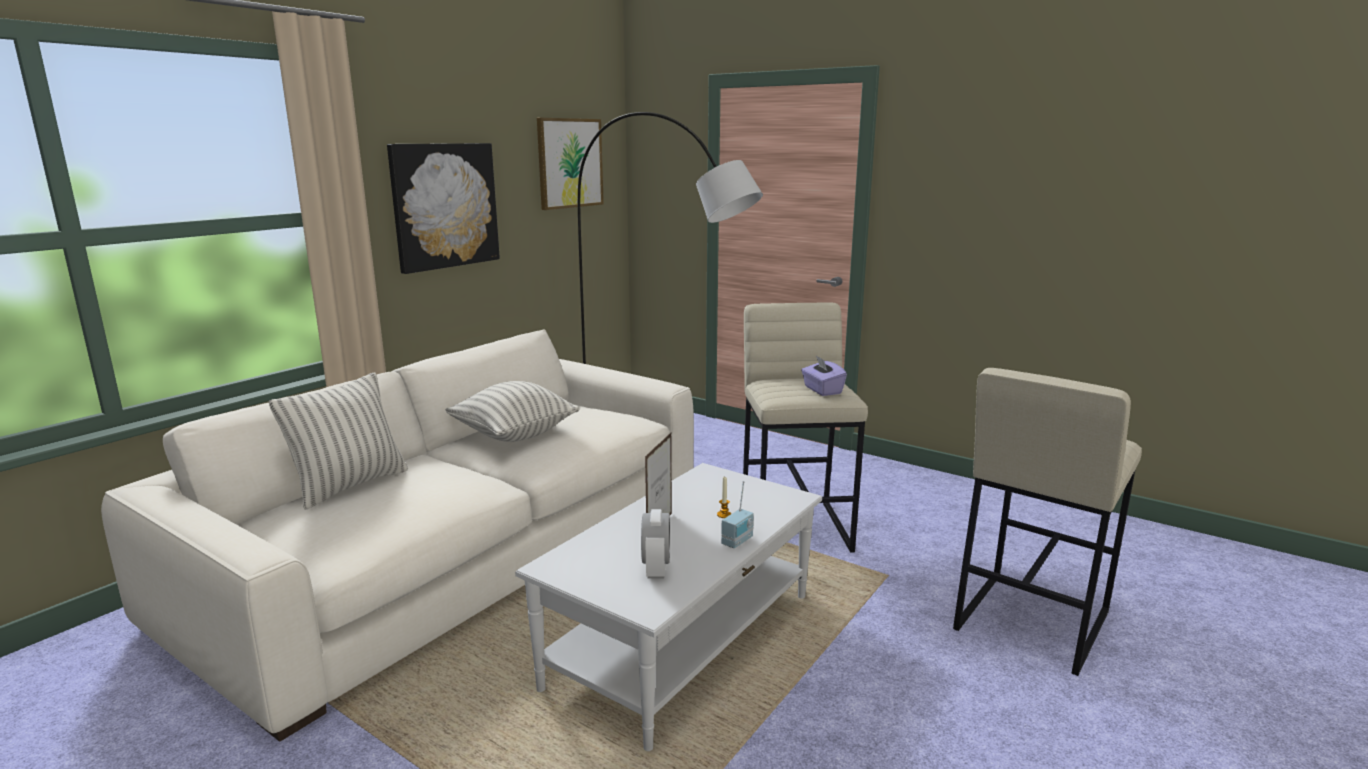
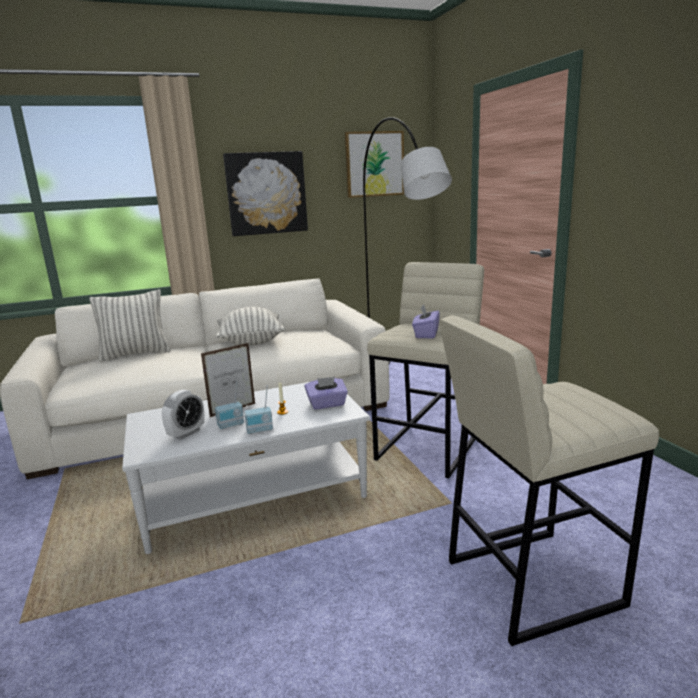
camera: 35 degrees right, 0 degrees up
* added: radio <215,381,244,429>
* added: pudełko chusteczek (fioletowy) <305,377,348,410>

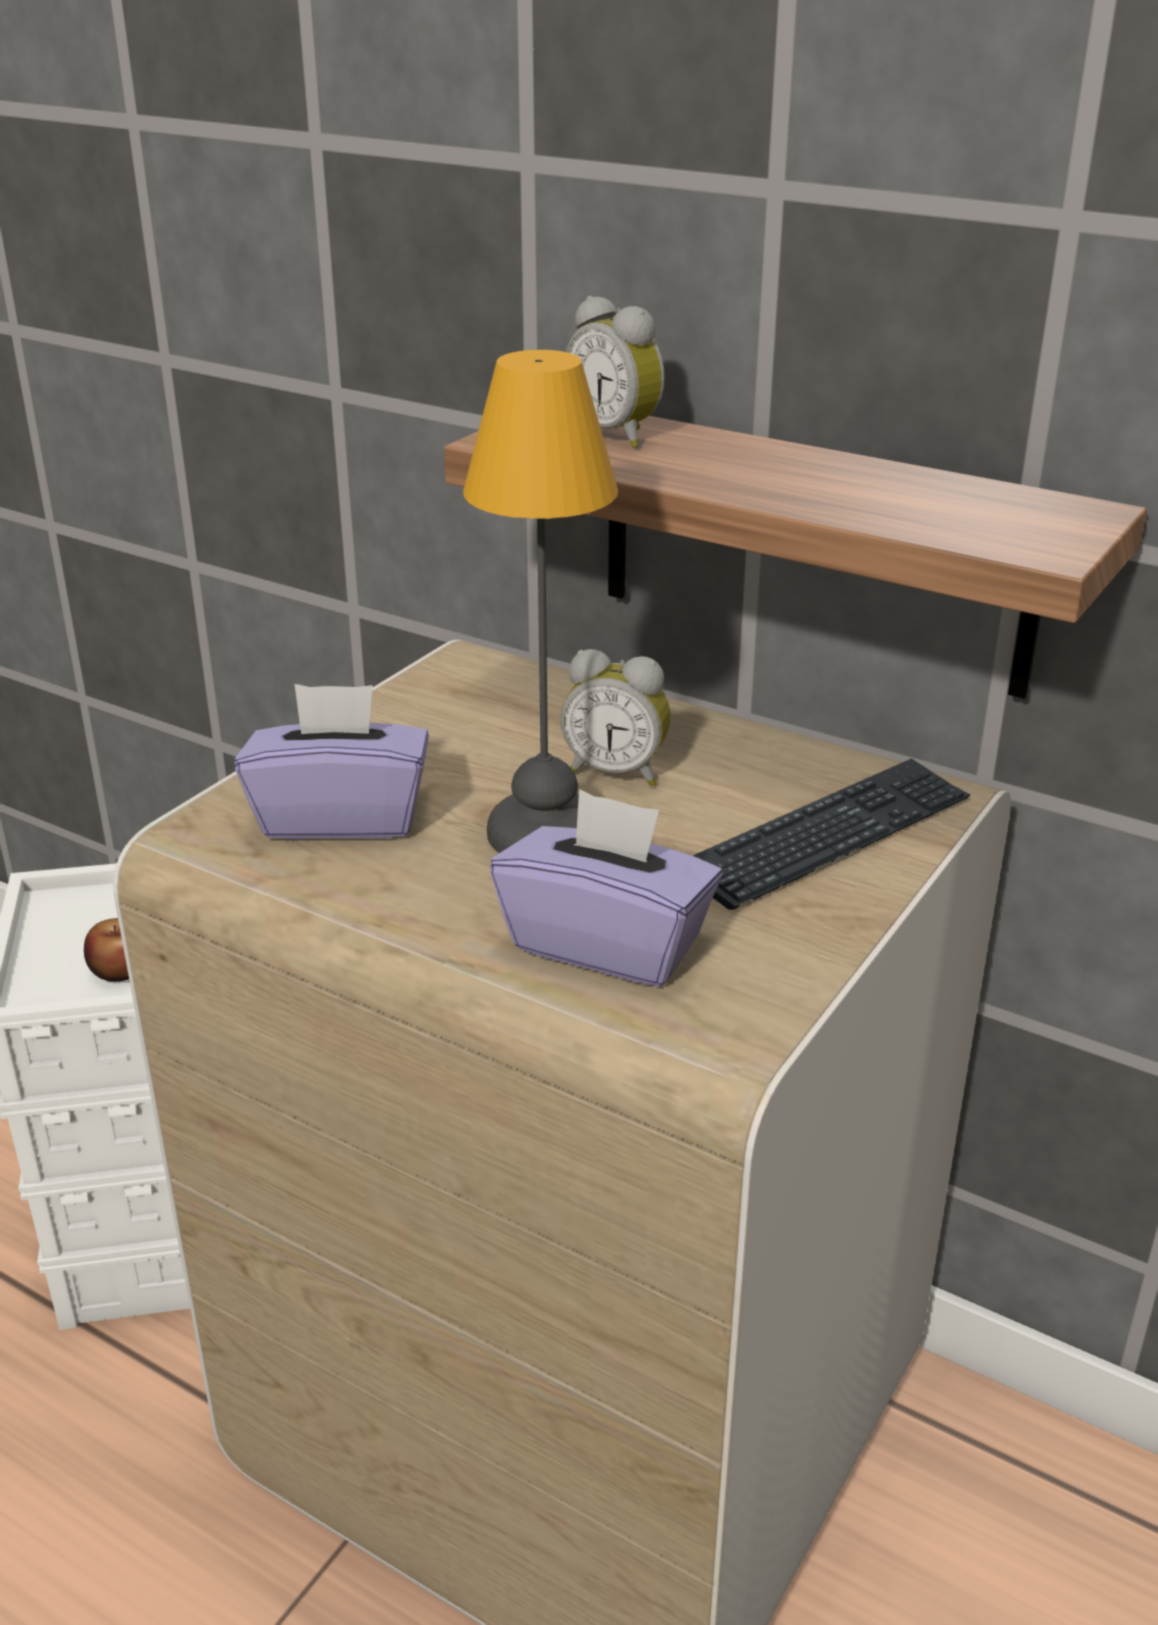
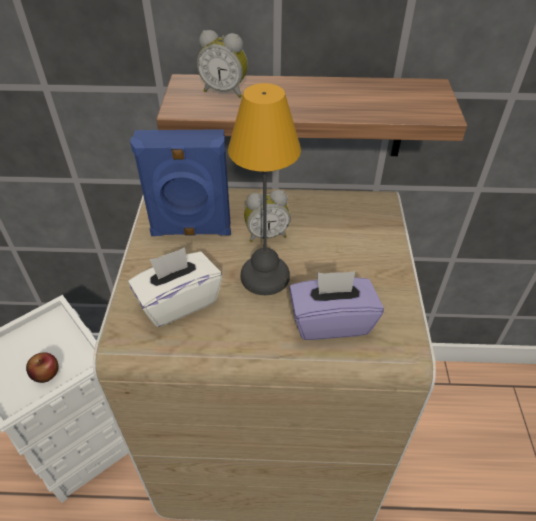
camera: 30 degrees left, 15 degrees up
* removed: klawiatura <693,758,970,910>
* added: głośnik (niebieski) <130,129,231,236>
* recoloured: pudełko chusteczek (fioletowy) <235,684,429,839> to pudełko chusteczek (biały) <128,247,222,327>

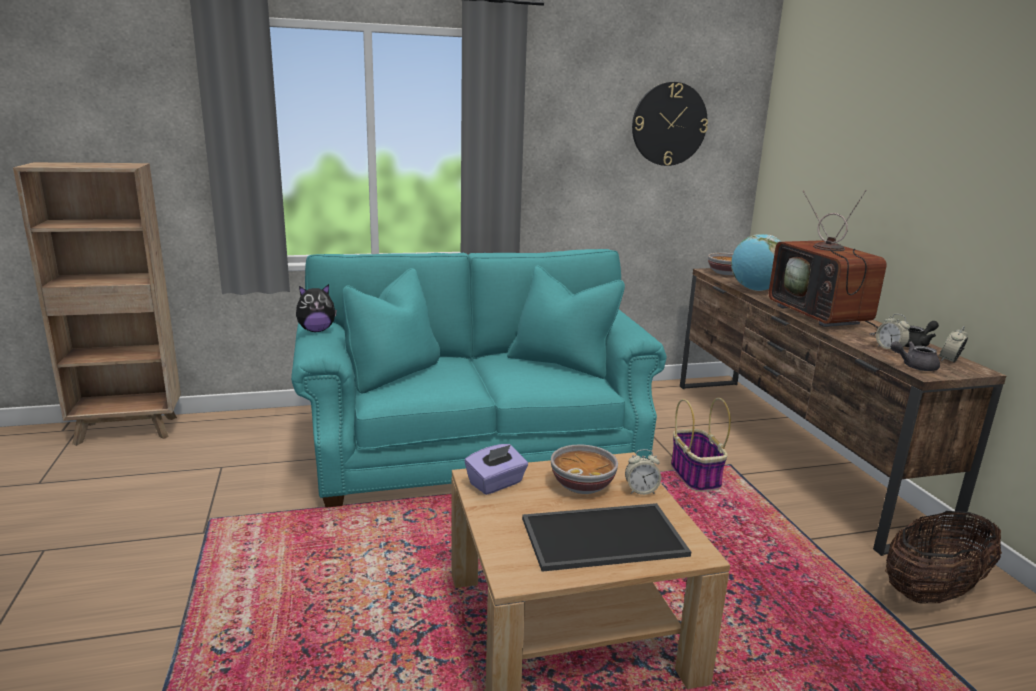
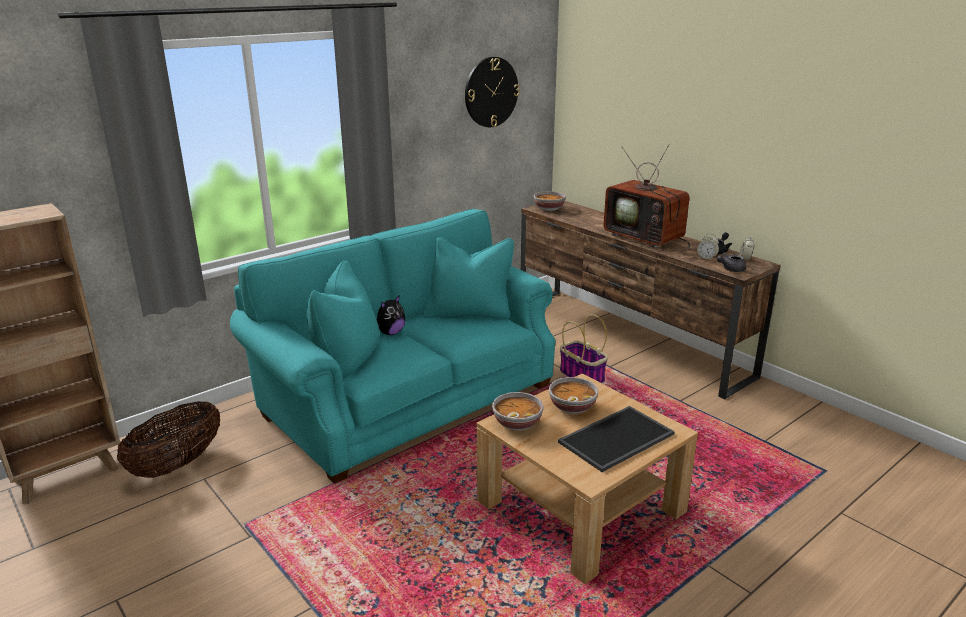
camera: 25 degrees left, 5 degrees up
* removed: budzik <625,449,661,495>
* removed: globus <731,234,781,291>
* moved: pluszak <296,284,337,332> to <376,296,406,335>
* moved: koszyk <885,511,1002,603> to <117,401,220,478>
* replaced: pudełko chusteczek (fioletowy) <465,444,528,495> to miska <492,392,543,431>

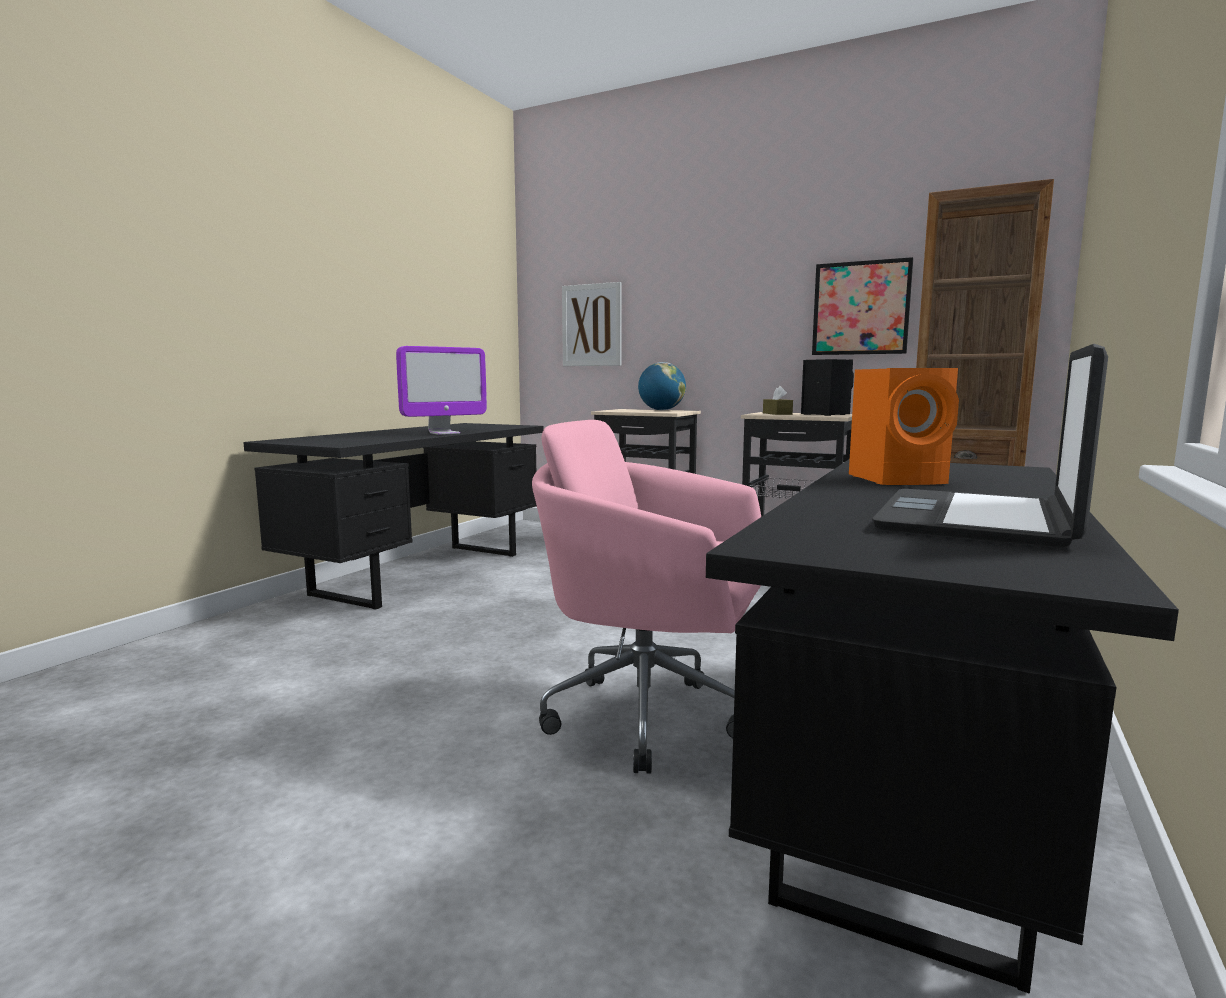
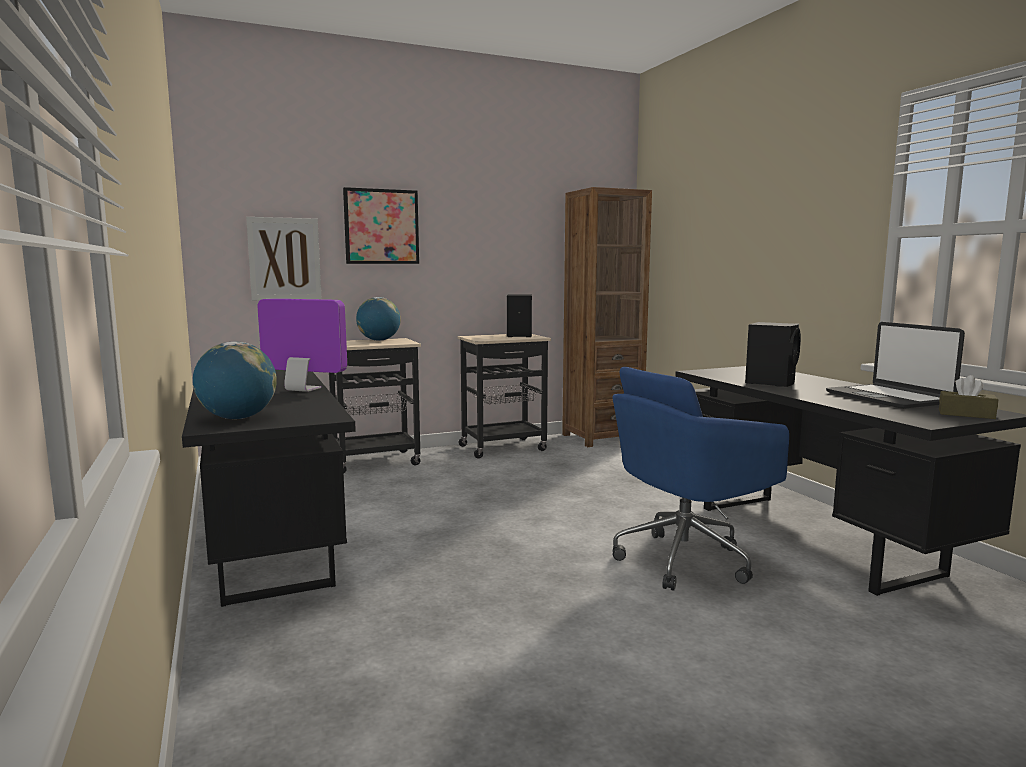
camera: 50 degrees left, 0 degrees up
* added: globus <193,342,277,419>
* moved: pudełko chusteczek (brązowy) <763,386,793,415> to <939,375,998,419>
* moved: obraz <812,257,913,355> to <343,187,419,264>
* recoloured: krzesło biurowe (różowy) <532,420,761,774> to krzesło biurowe (niebieski) <613,367,789,591>
* recoloured: głośnik (pomarańczowy) <849,368,959,485> to głośnik (czarny) <745,322,801,387>
* turned: monitor <396,346,487,435> = <258,299,347,392> 75 degrees counterclockwise

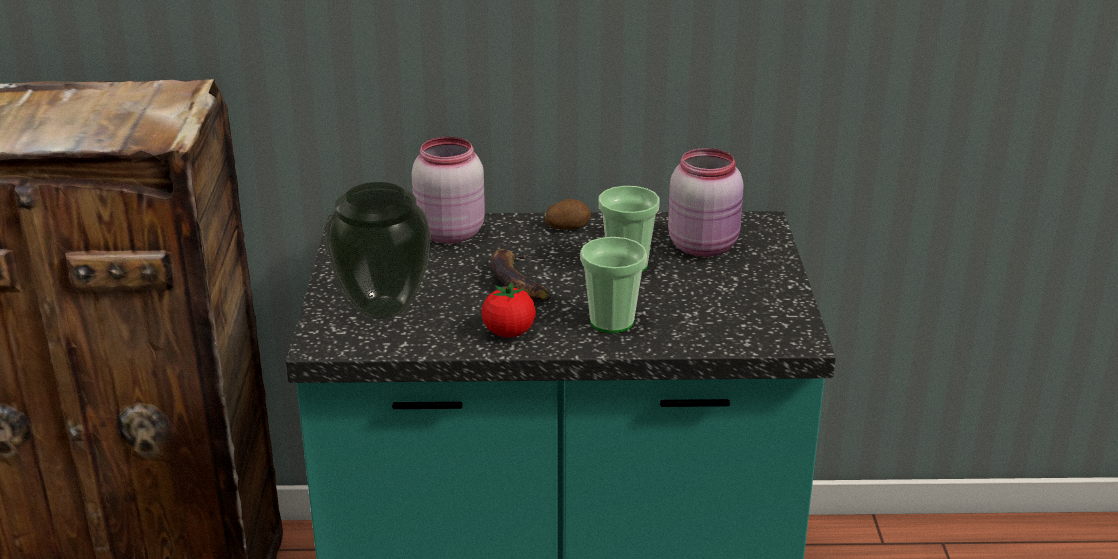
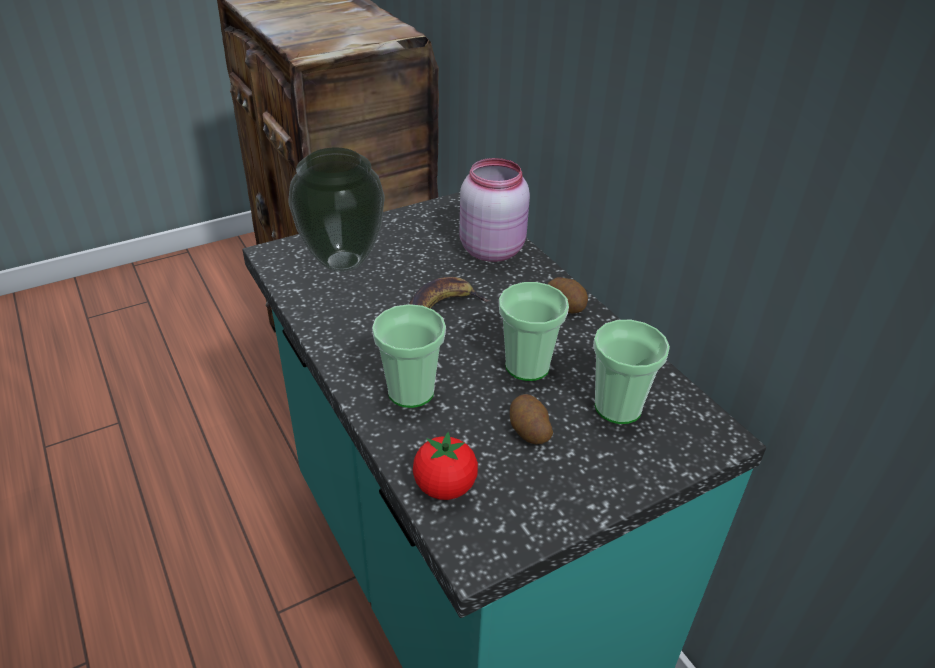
camera: 60 degrees right, 10 degrees up
* added: ziemniak <510,394,553,444>
* moved: pomidor <482,282,536,337> to <413,432,478,500>
* replaced: słoik (różowy) <668,148,744,257> to filiżanka <593,320,670,424>

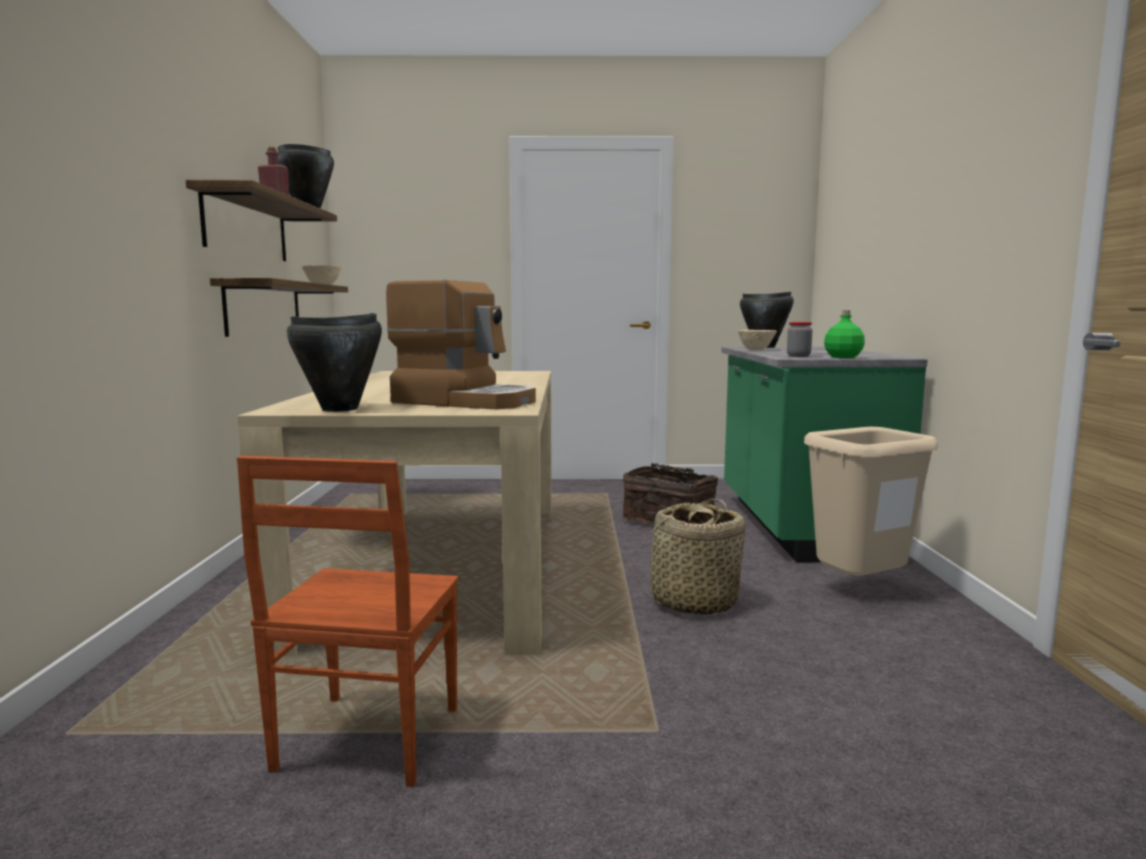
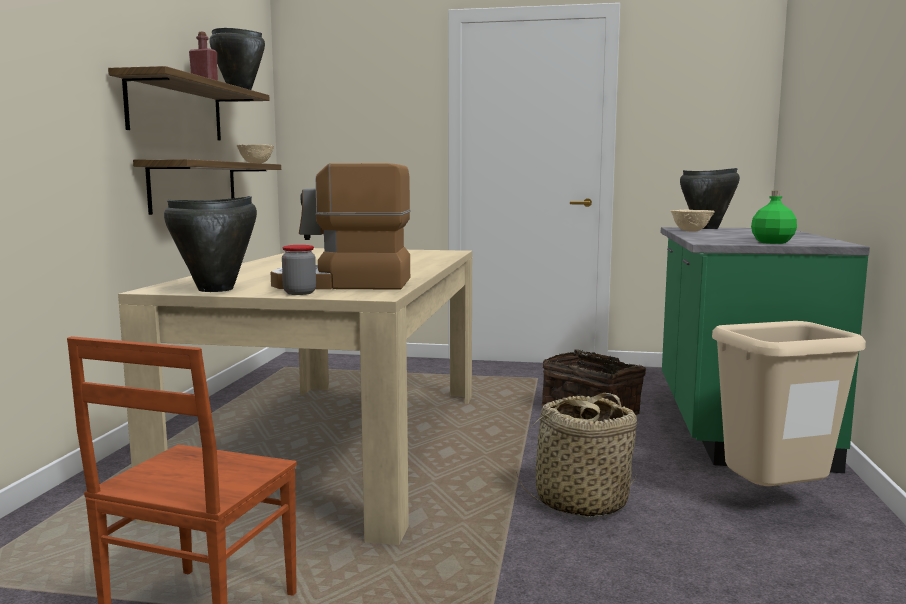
camera: 10 degrees right, 0 degrees up
* moved: słoik <787,322,813,357> to <282,245,316,295>
* turned: ekspres do kawy <386,280,536,410> = <270,163,411,290> 150 degrees clockwise

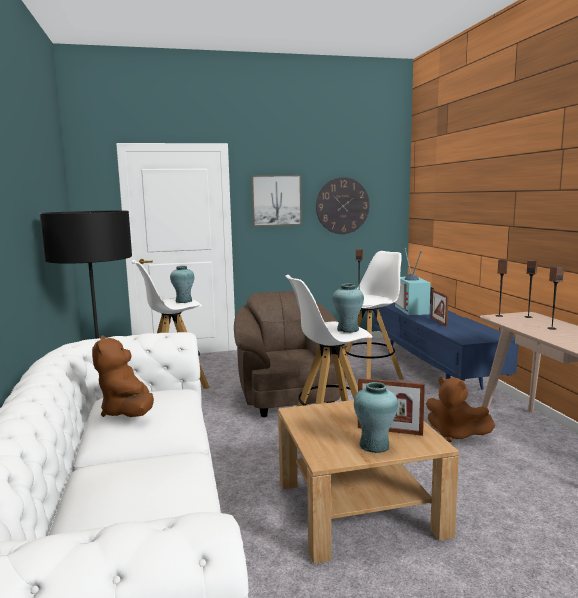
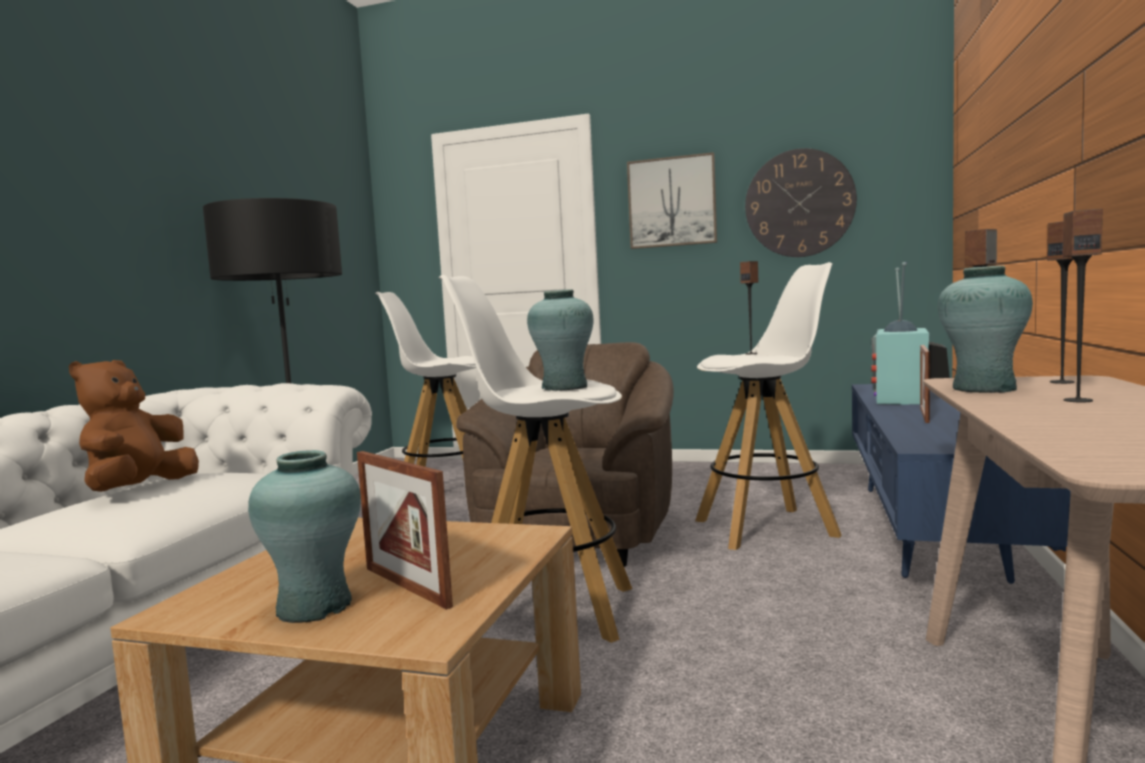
camera: 30 degrees right, 5 degrees down
* removed: pluszak (brązowy) <426,377,496,442>
* moved: wazon (turkusowy) <170,266,194,303> to <938,266,1033,393>

